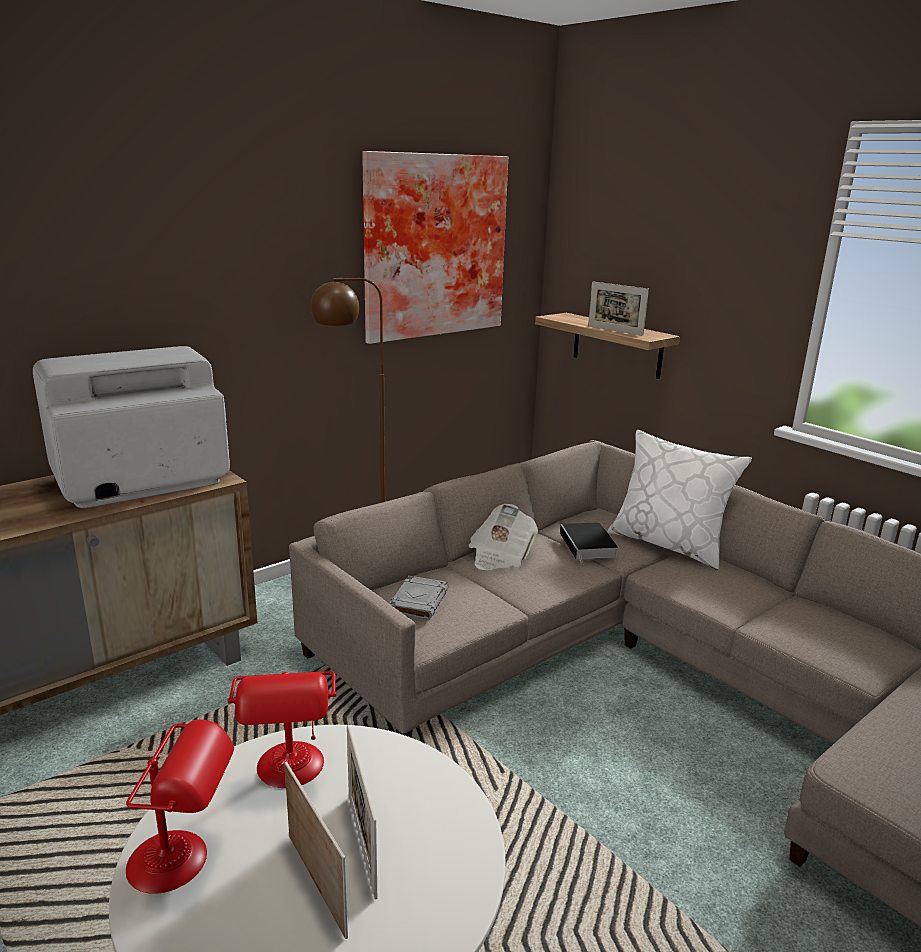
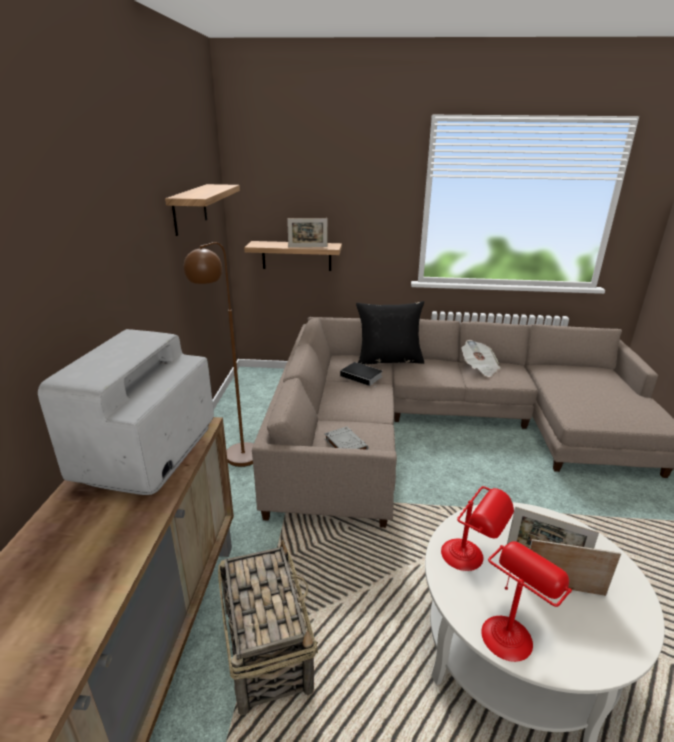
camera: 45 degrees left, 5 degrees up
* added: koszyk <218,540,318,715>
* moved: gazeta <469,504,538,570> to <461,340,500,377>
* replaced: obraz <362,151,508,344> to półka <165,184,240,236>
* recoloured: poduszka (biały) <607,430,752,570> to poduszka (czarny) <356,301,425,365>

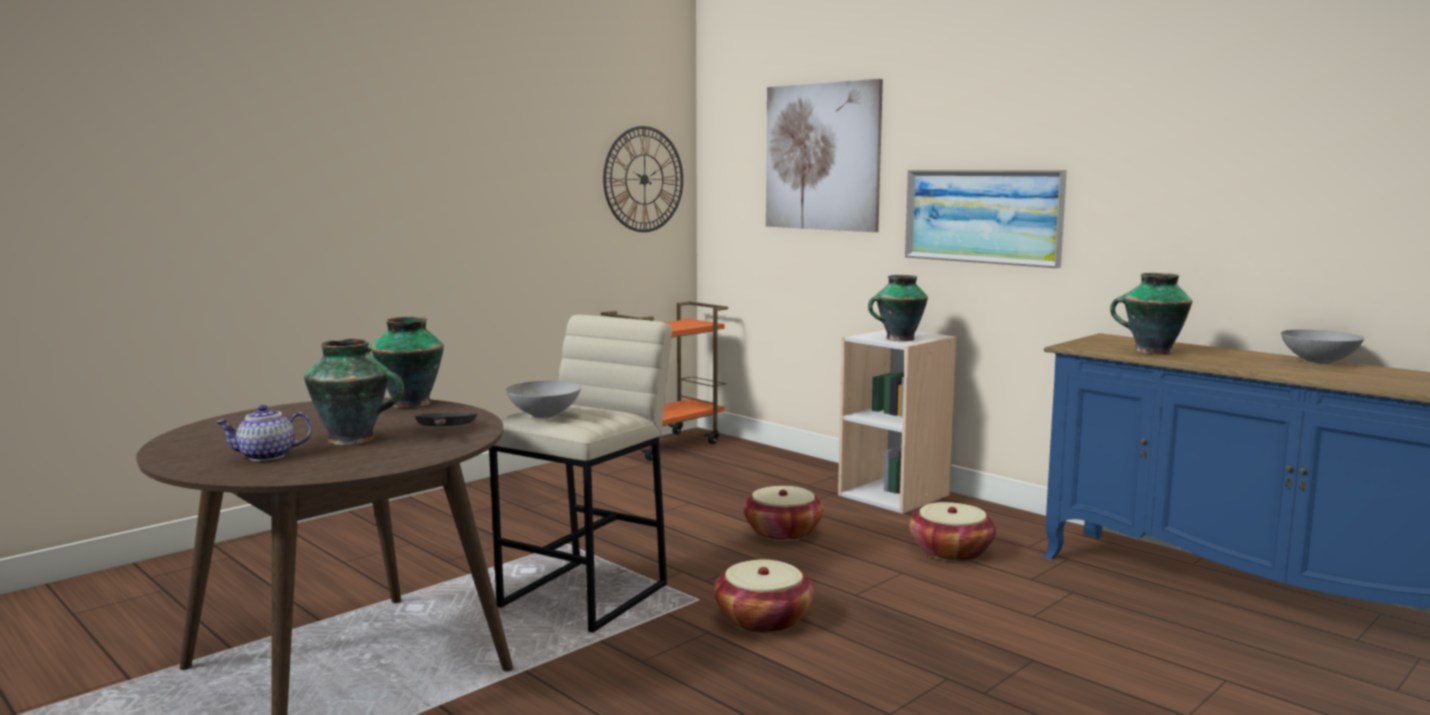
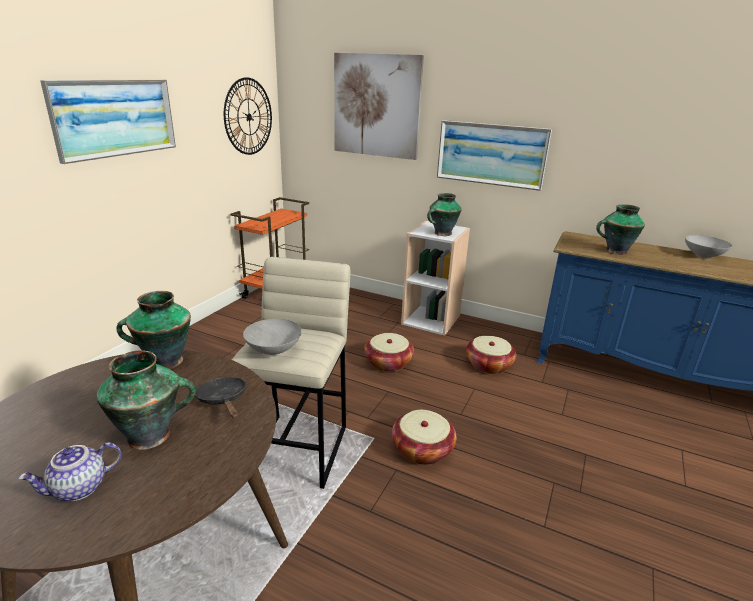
camera: 20 degrees left, 15 degrees up
* added: obraz <40,79,176,164>

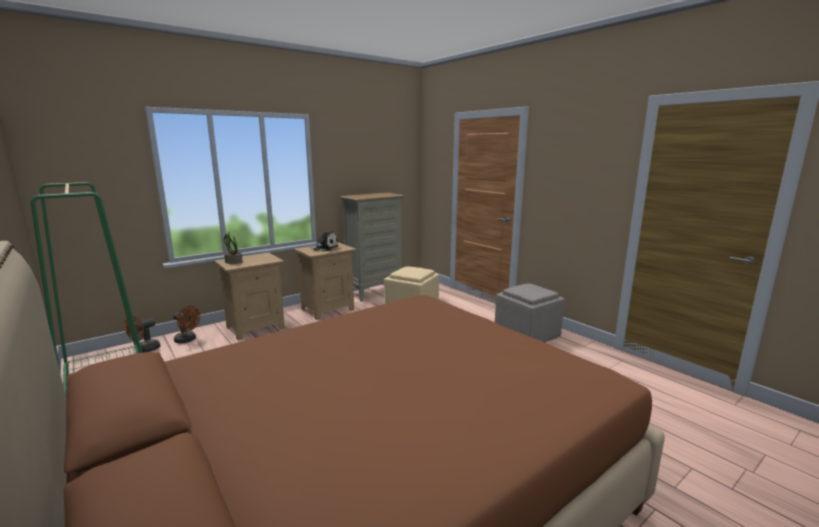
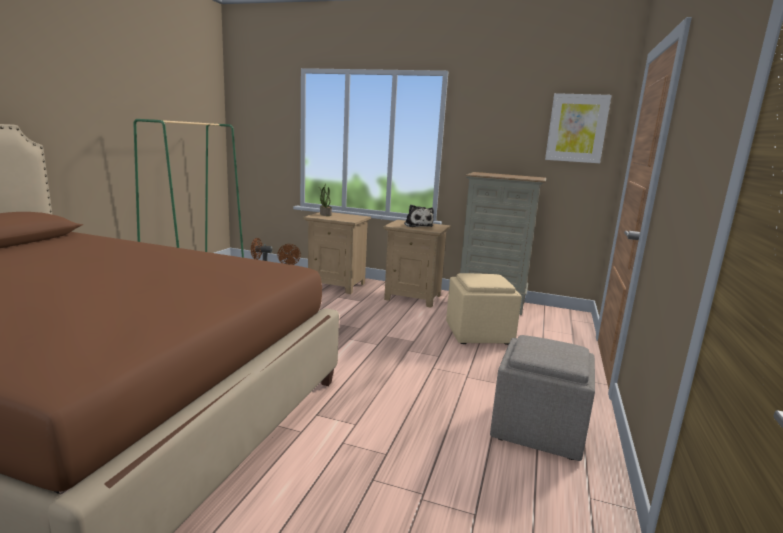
camera: 55 degrees right, 0 degrees up
* added: obraz <545,93,612,163>

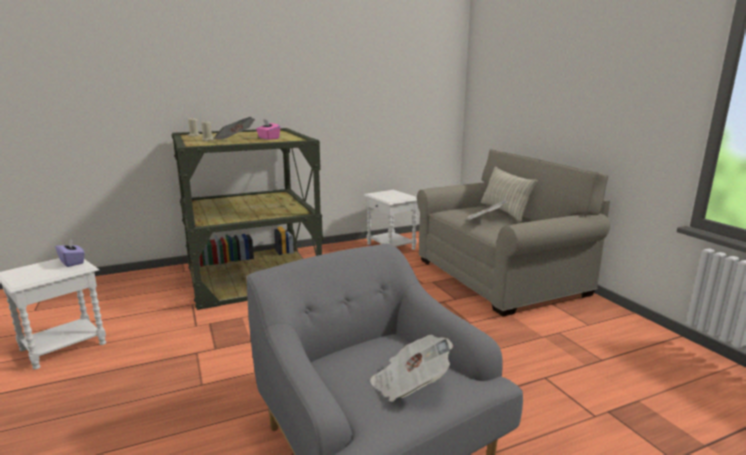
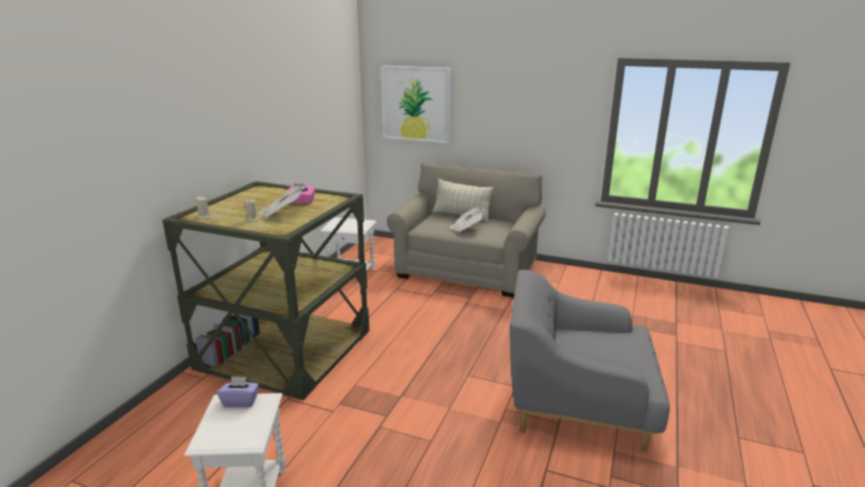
camera: 45 degrees left, 5 degrees up
* removed: gazeta <370,335,453,402>
* added: obraz <381,65,451,144>

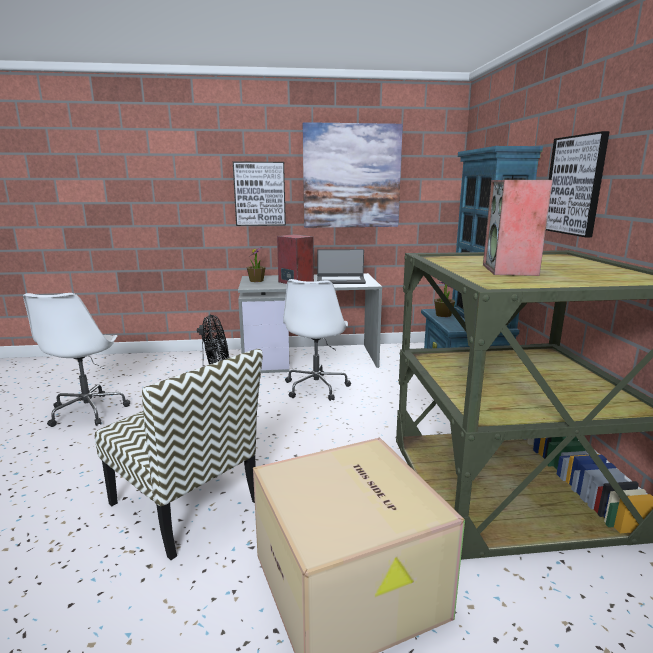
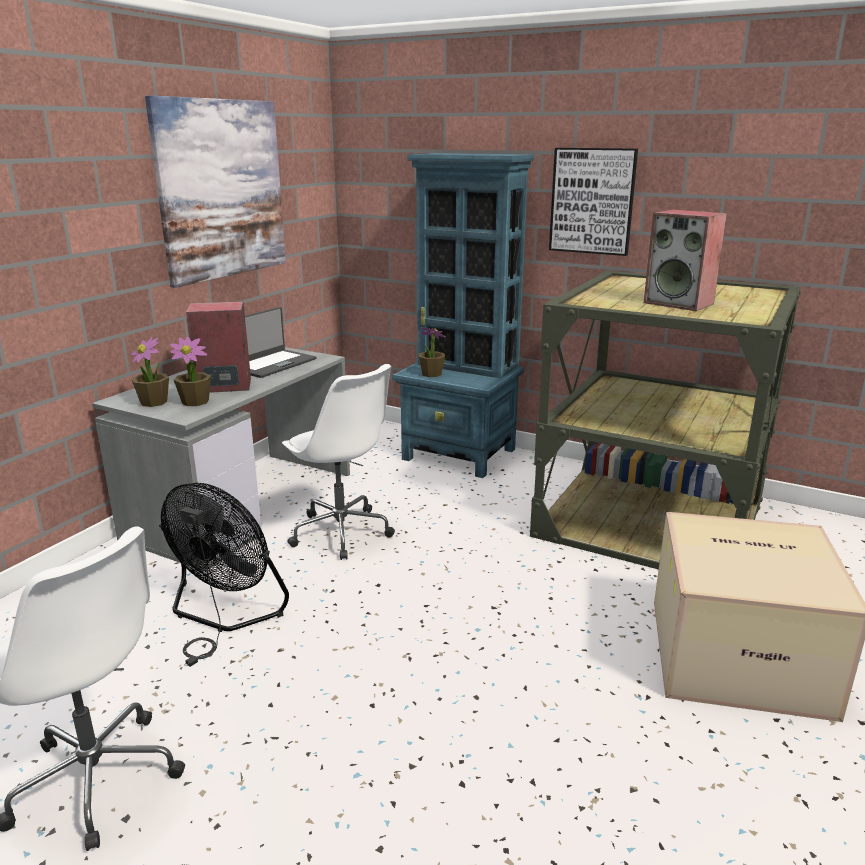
camera: 55 degrees left, 5 degrees up
* removed: krzesło <95,349,263,560>
* removed: obraz <233,162,286,226>
* added: roślina doniczkowa <170,337,211,406>

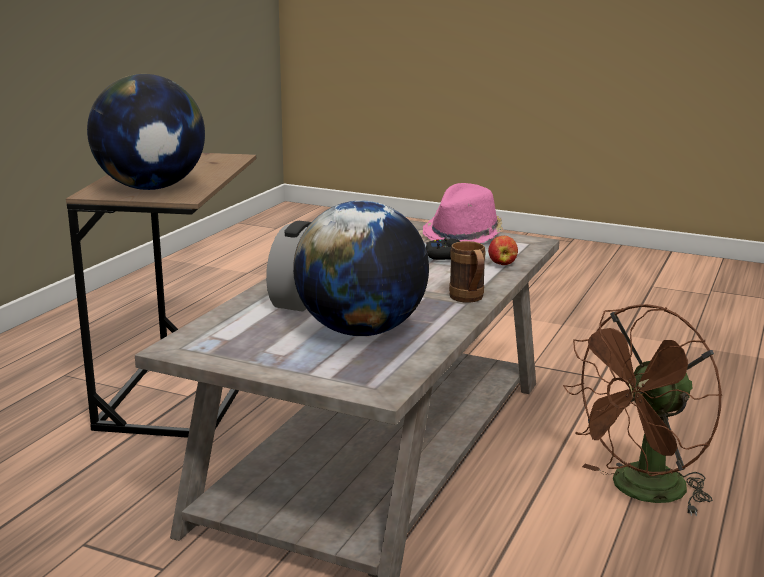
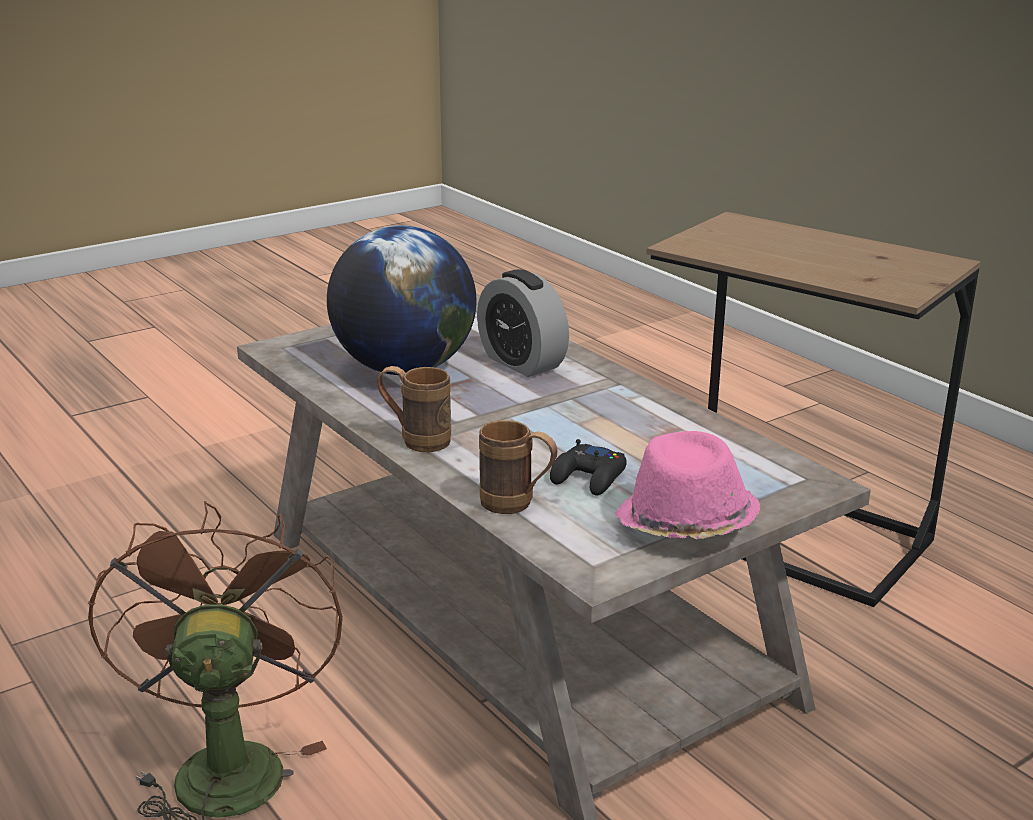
camera: 120 degrees right, 5 degrees up
* removed: globus <87,74,205,190>
* replaced: jabłko <488,236,518,265> to kubek (brązowy) <479,420,558,514>

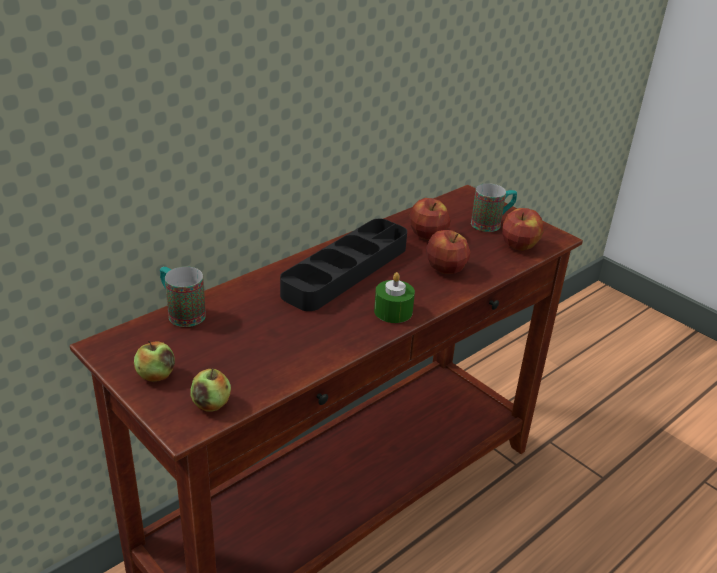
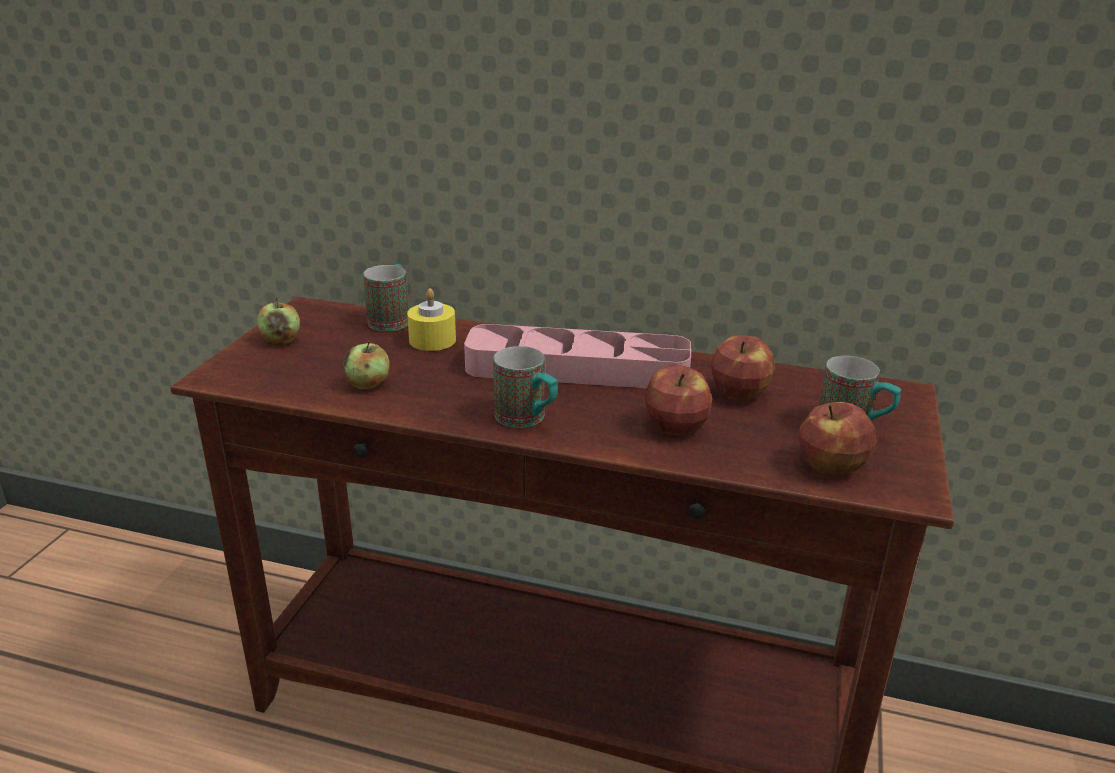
camera: 60 degrees right, 5 degrees down
* added: świeca (żółty) <407,288,456,351>
* moved: jabłko <190,368,231,412> to <343,341,390,390>
* replaced: świeca (zielony) <374,272,415,323> to kubek <493,346,558,428>
* recoloured: taca (czarny) <280,219,407,311> to taca (różowy) <464,324,691,388>

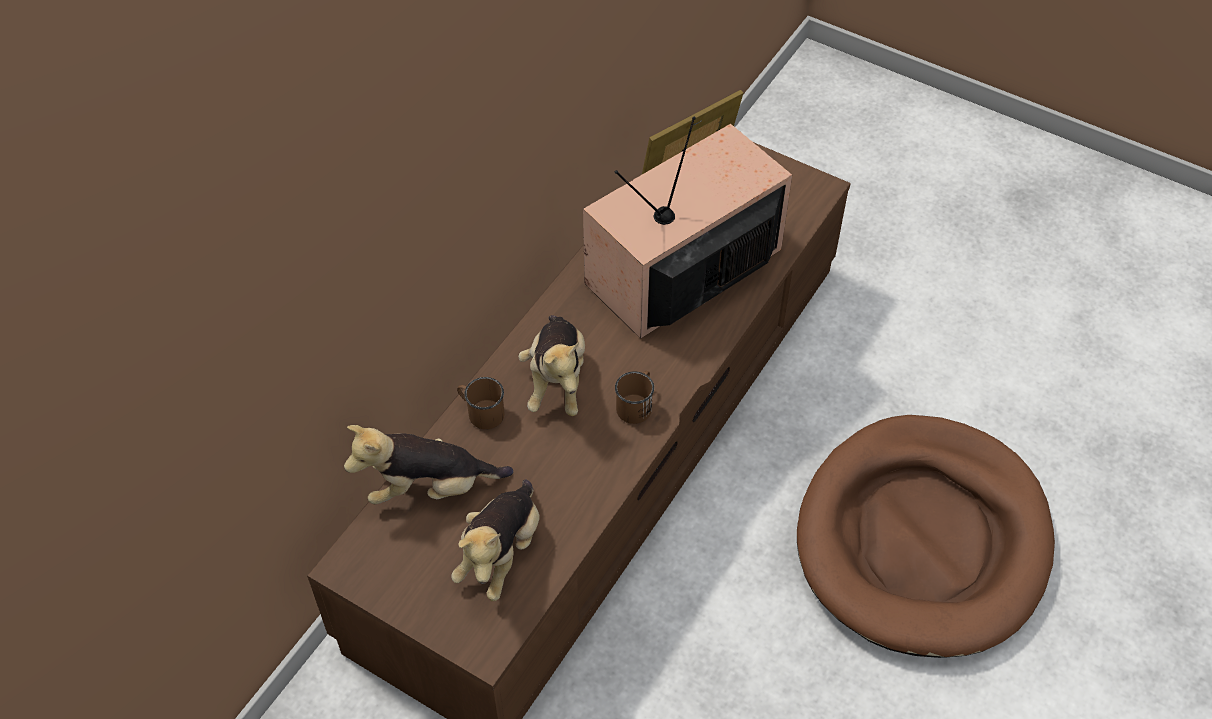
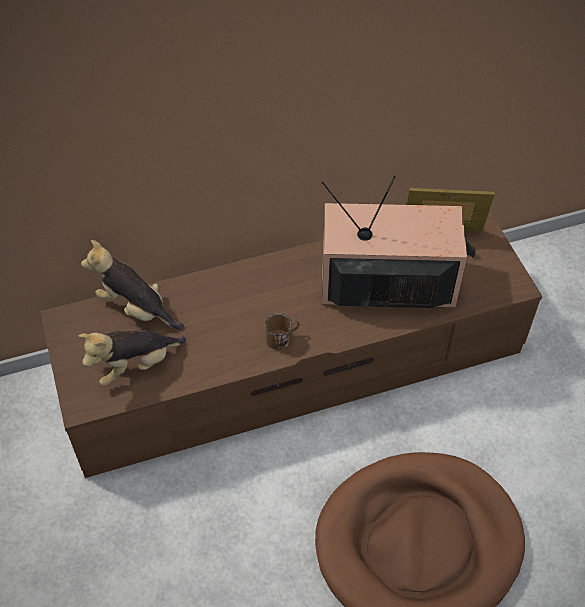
camera: 40 degrees right, 0 degrees up
* removed: kubek (brązowy) <457,377,504,429>
* removed: pluszak <518,315,585,416>

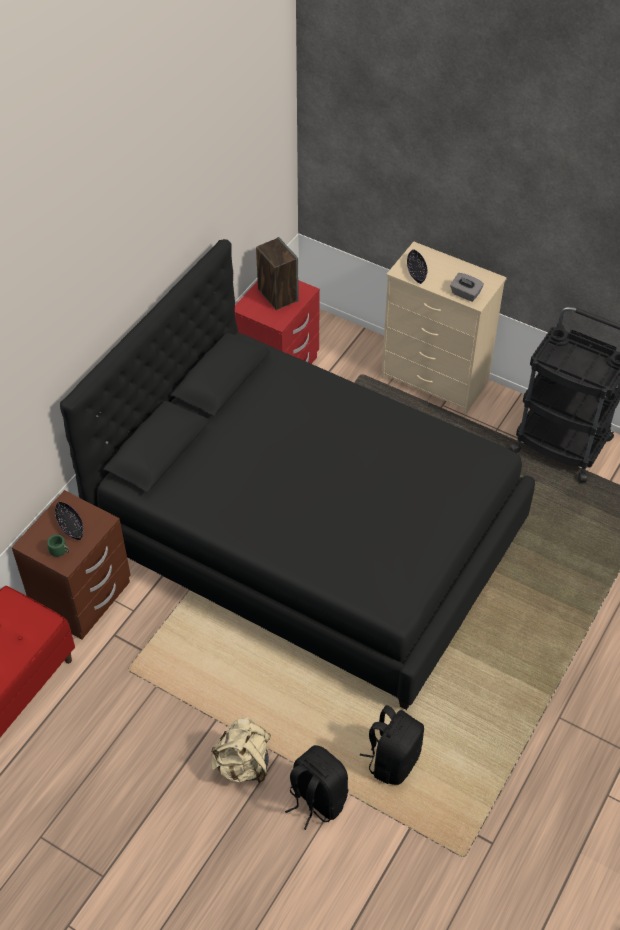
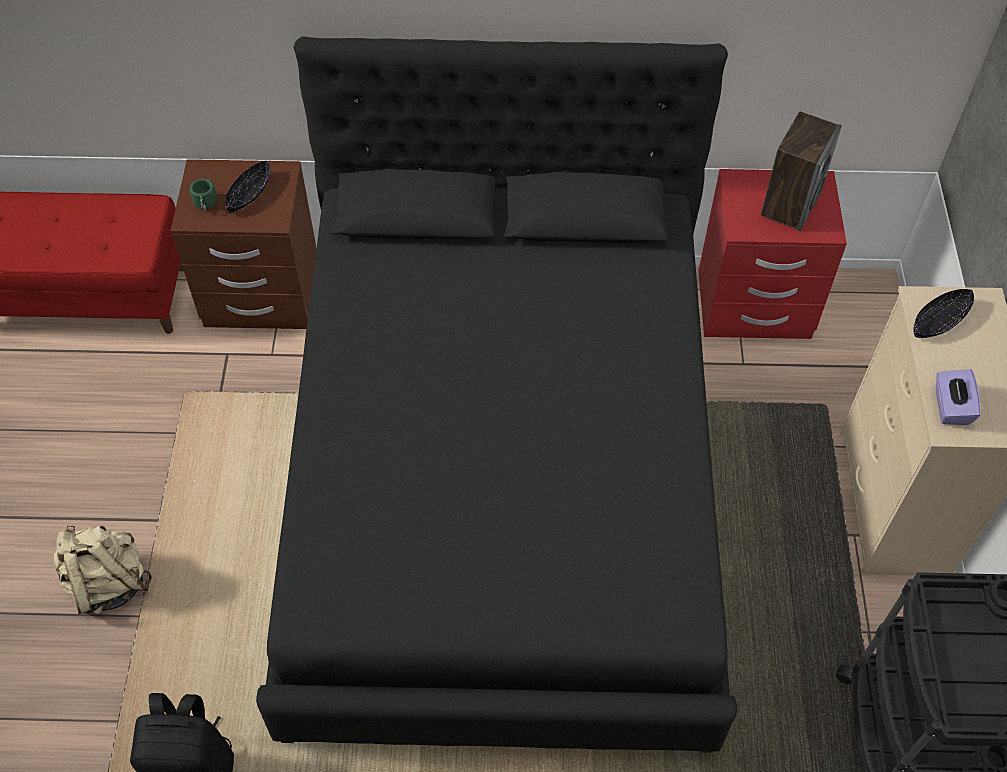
camera: 60 degrees right, 5 degrees up
* removed: plecak (czarny) <285,745,348,830>
* recoloured: pudełko chusteczek (szary) <450,273,484,302> to pudełko chusteczek (fioletowy) <936,369,981,425>

